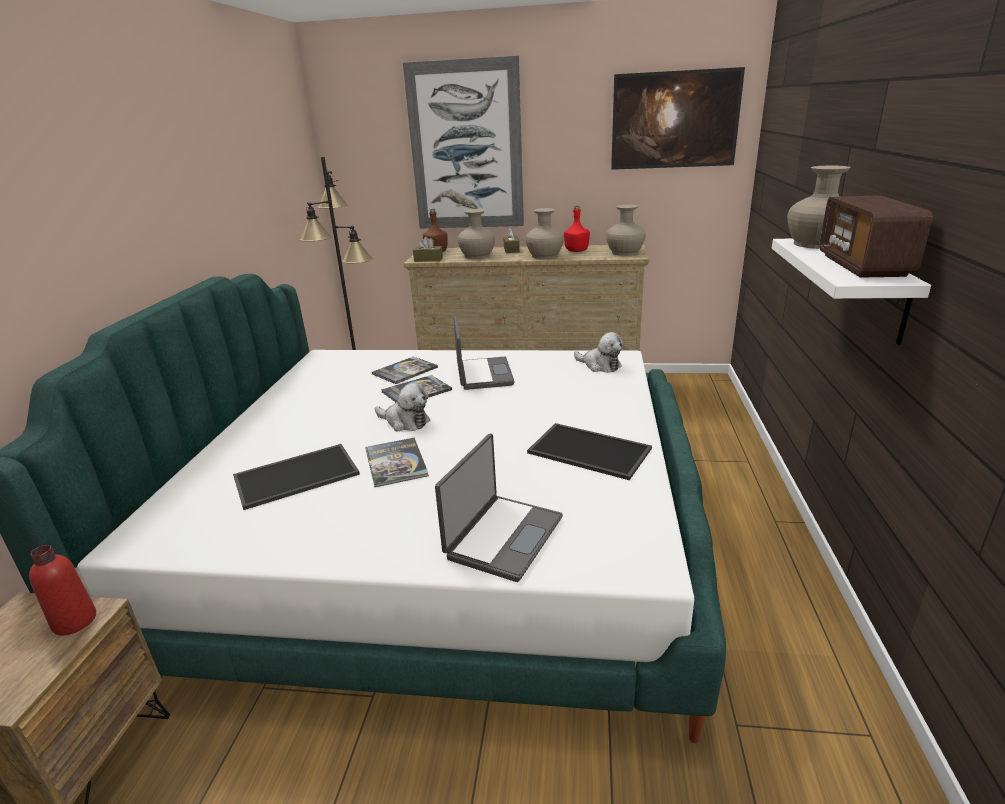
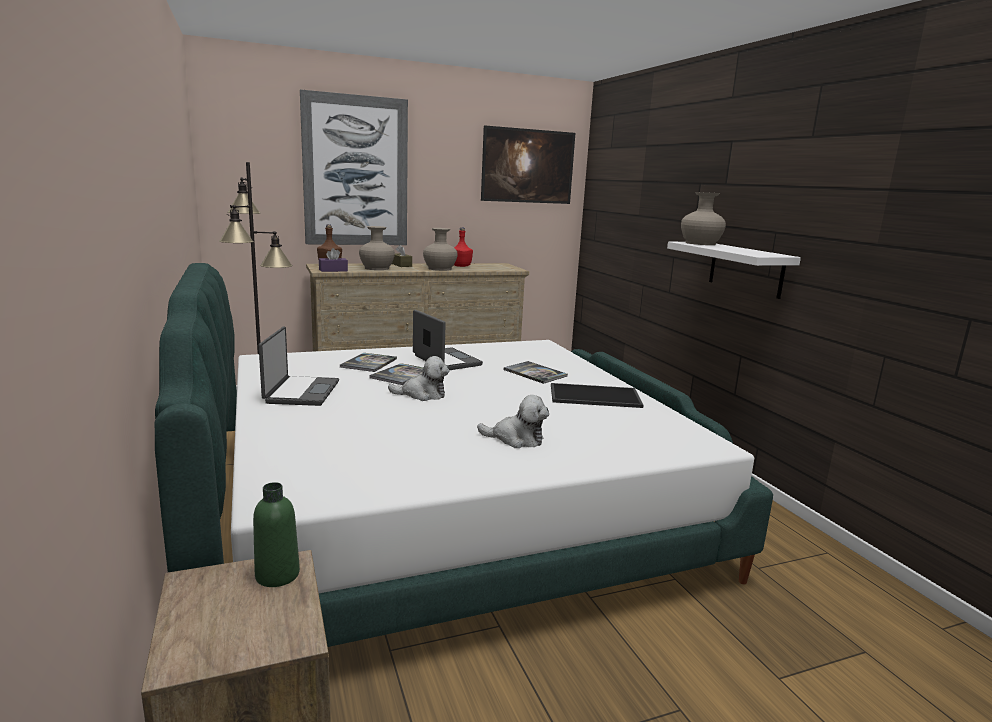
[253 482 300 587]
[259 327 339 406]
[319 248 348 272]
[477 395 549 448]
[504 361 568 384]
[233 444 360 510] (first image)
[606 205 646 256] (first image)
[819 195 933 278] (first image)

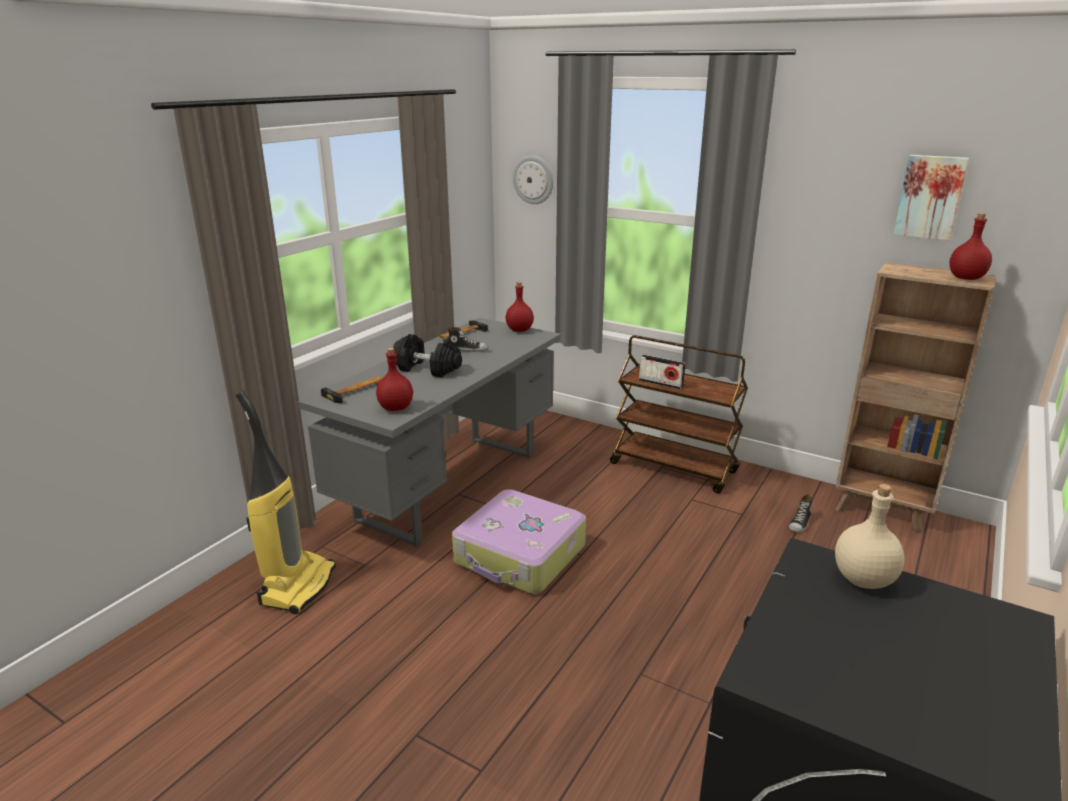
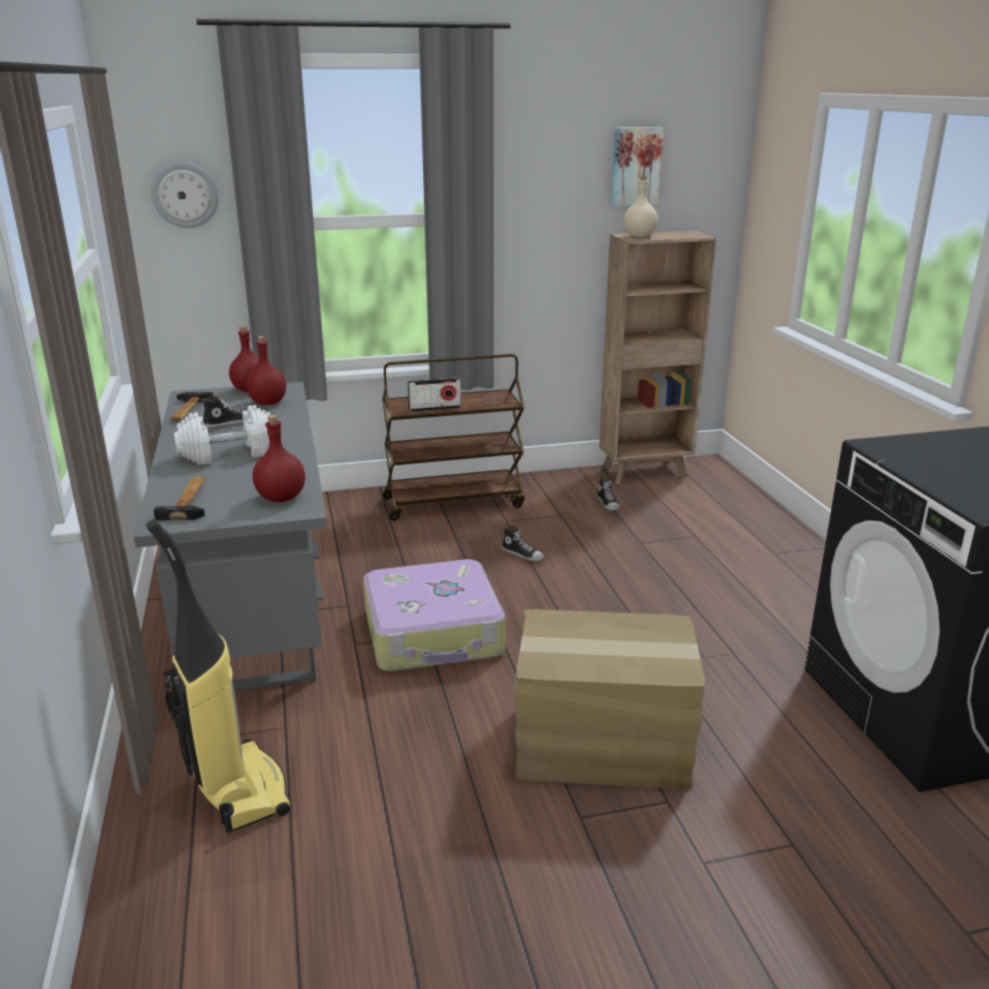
[174 405 270 465]
[247 336 286 405]
[502 525 544 561]
[514 609 705 789]
[624 175 658 237]

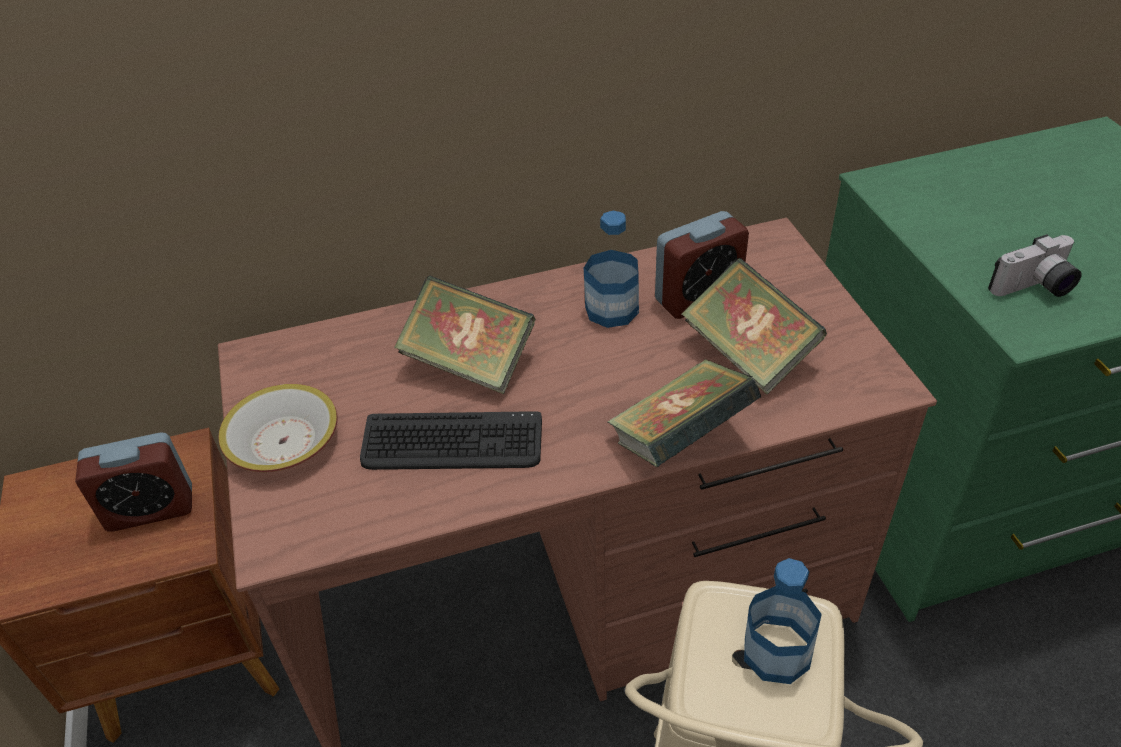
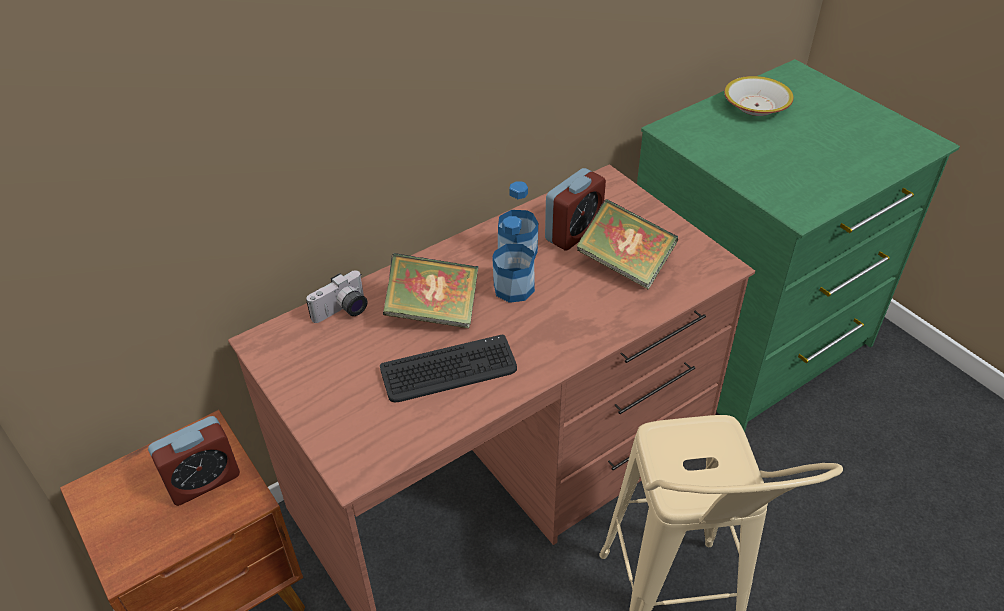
[306 270 368 323]
[492 216 535 303]
[724 76 793 116]
[607 359 762 467] (first image)

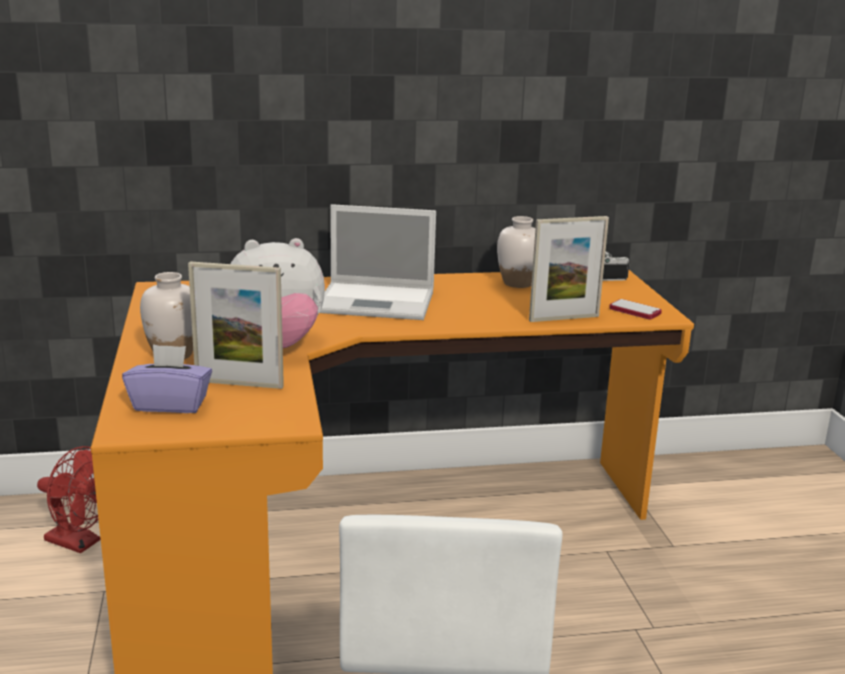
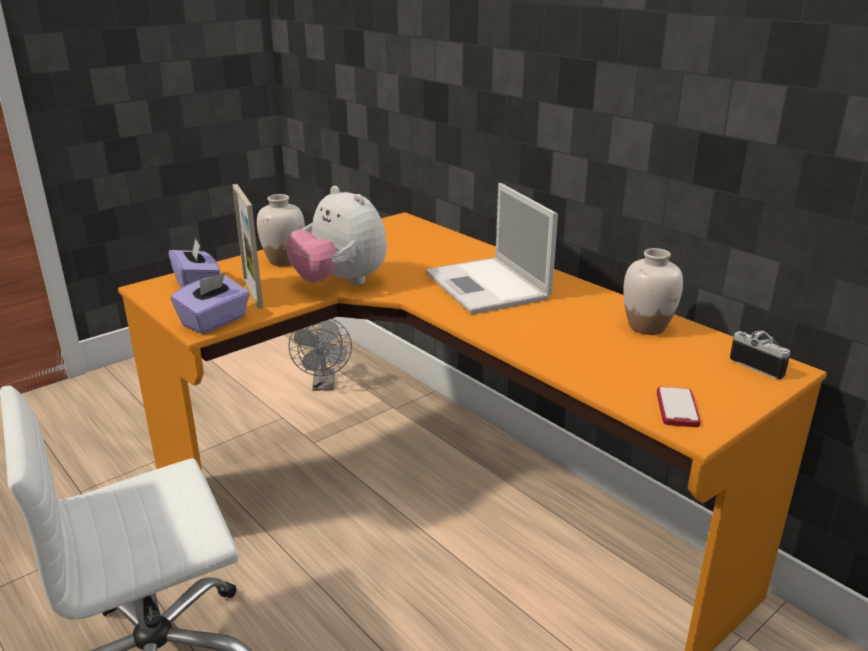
[171 272 250 334]
[288 319 352 391]
[529 216 609 322] (first image)

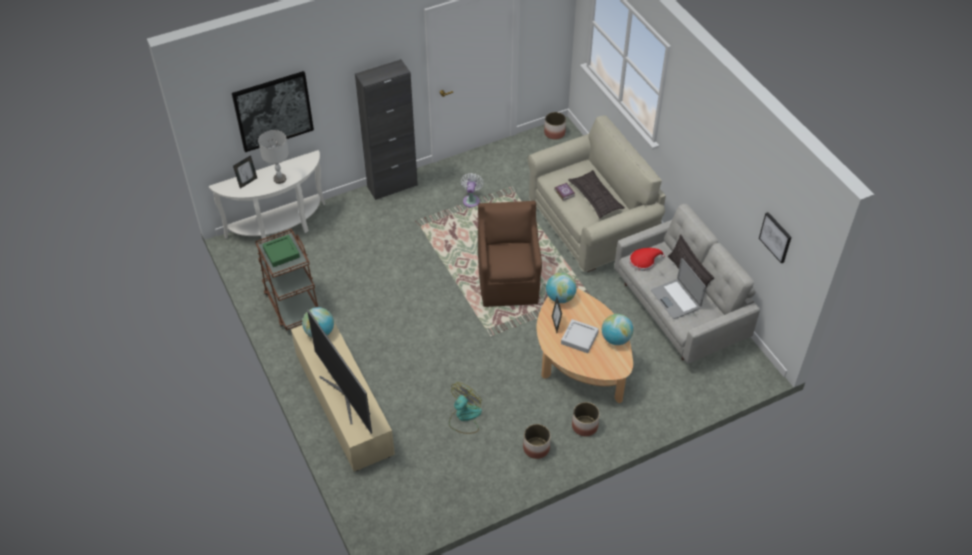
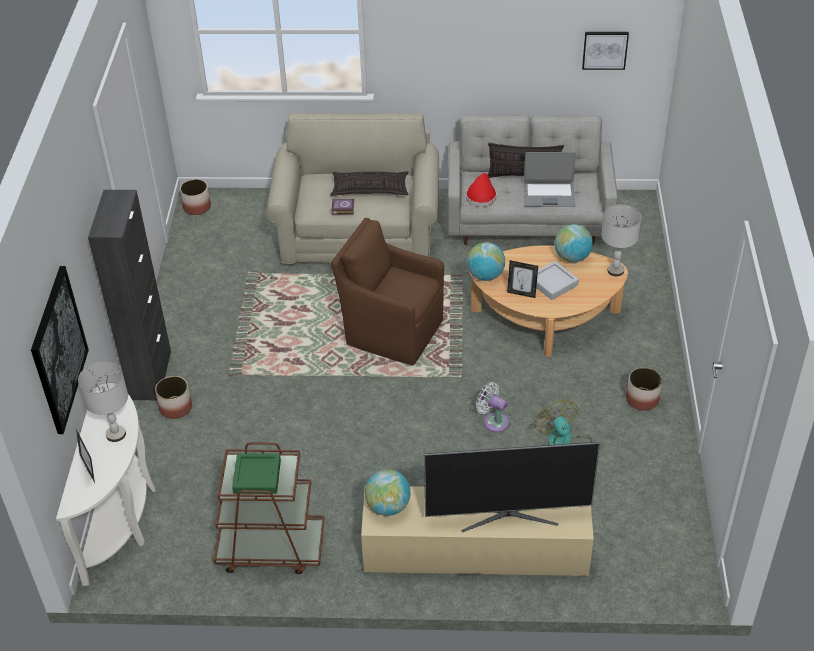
[155 376 192 419]
[476 382 509 432]
[601 204 641 276]

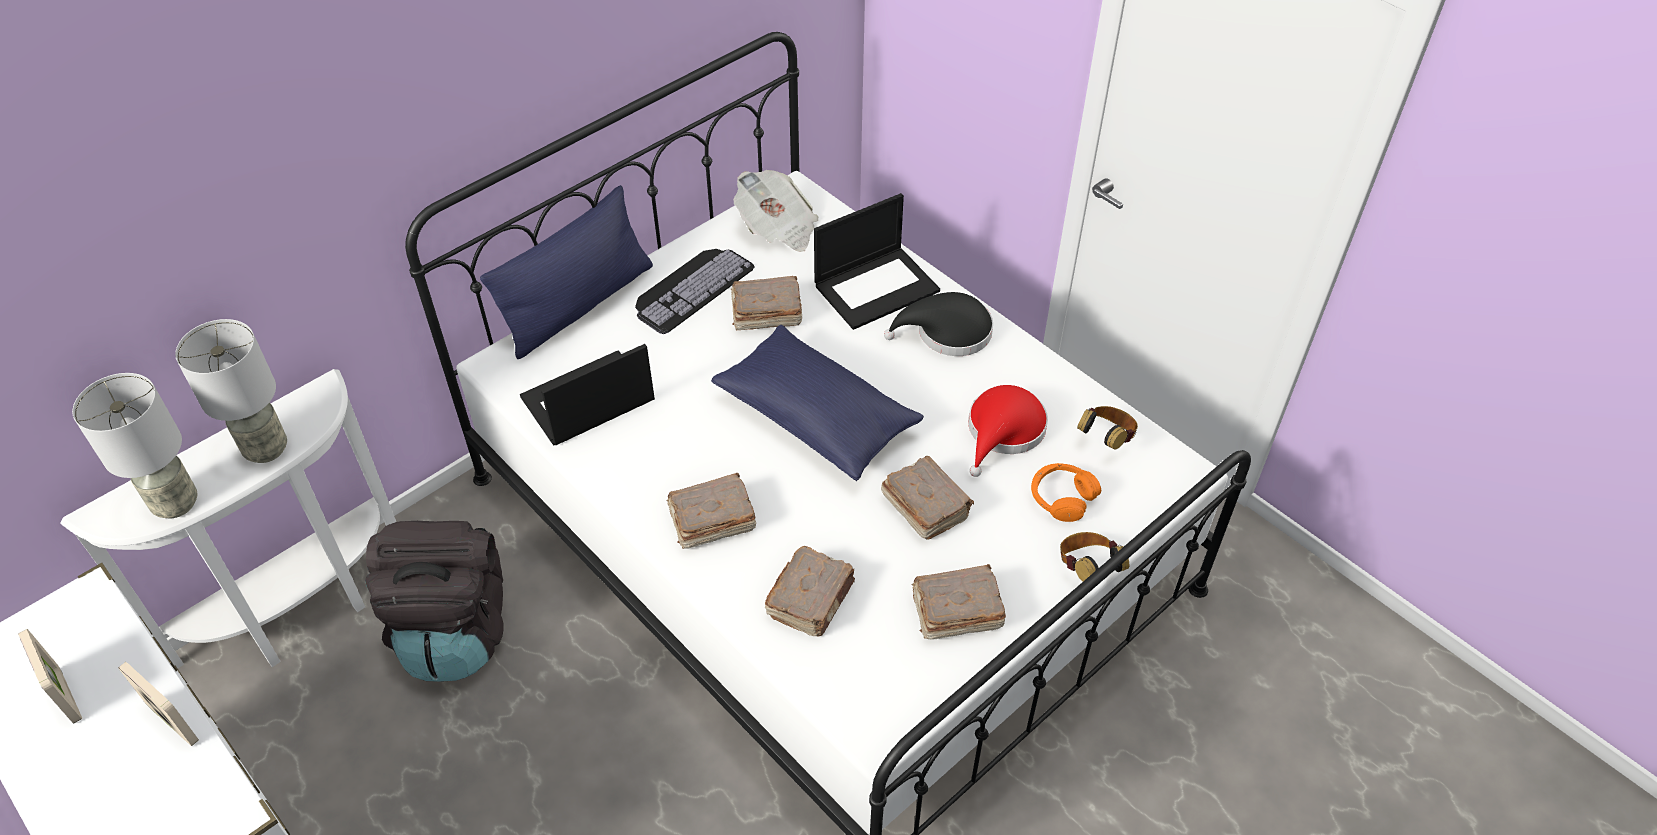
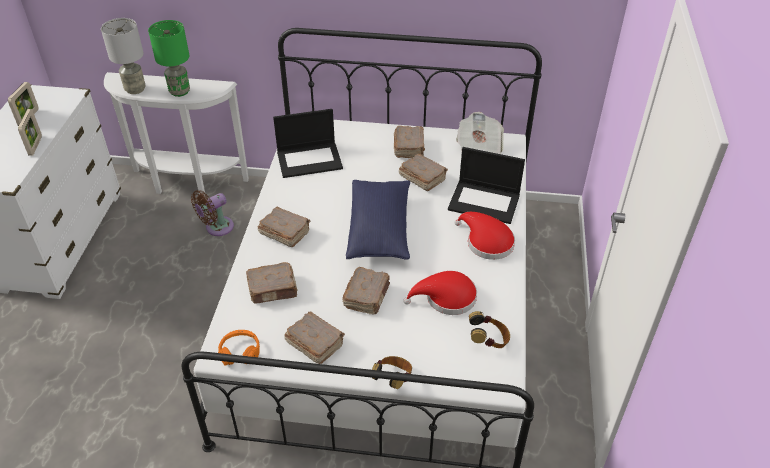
[148 20 190 97]
[191 190 234 236]
[218 330 260 365]
[273 109 343 178]
[394 126 425 158]
[454 212 515 260]
[480 185 653 359] (first image)

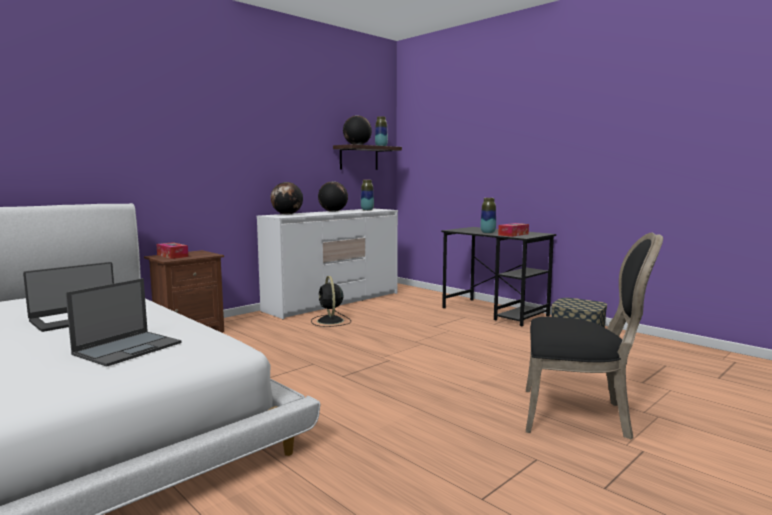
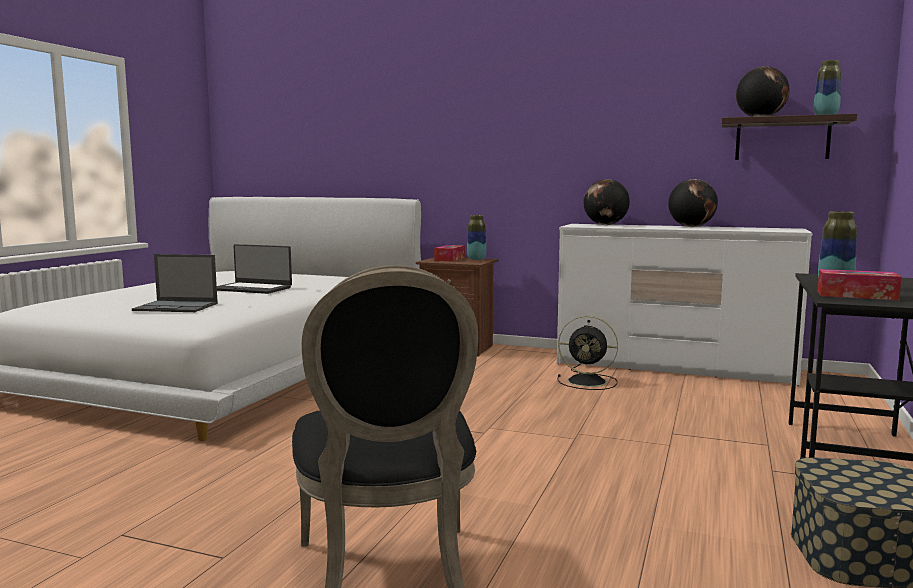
[467 215 486 260]
[558 316 618 390]

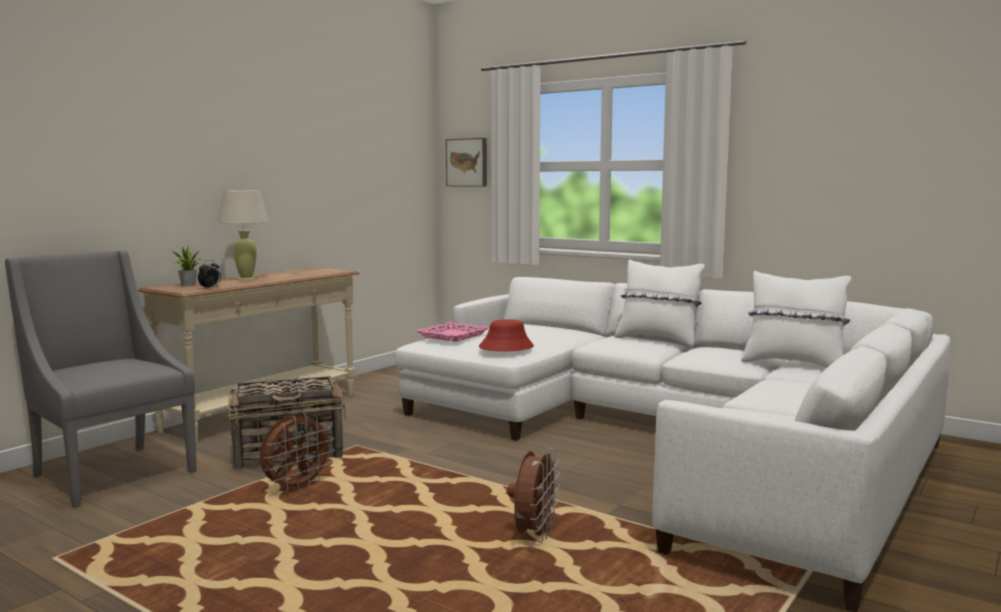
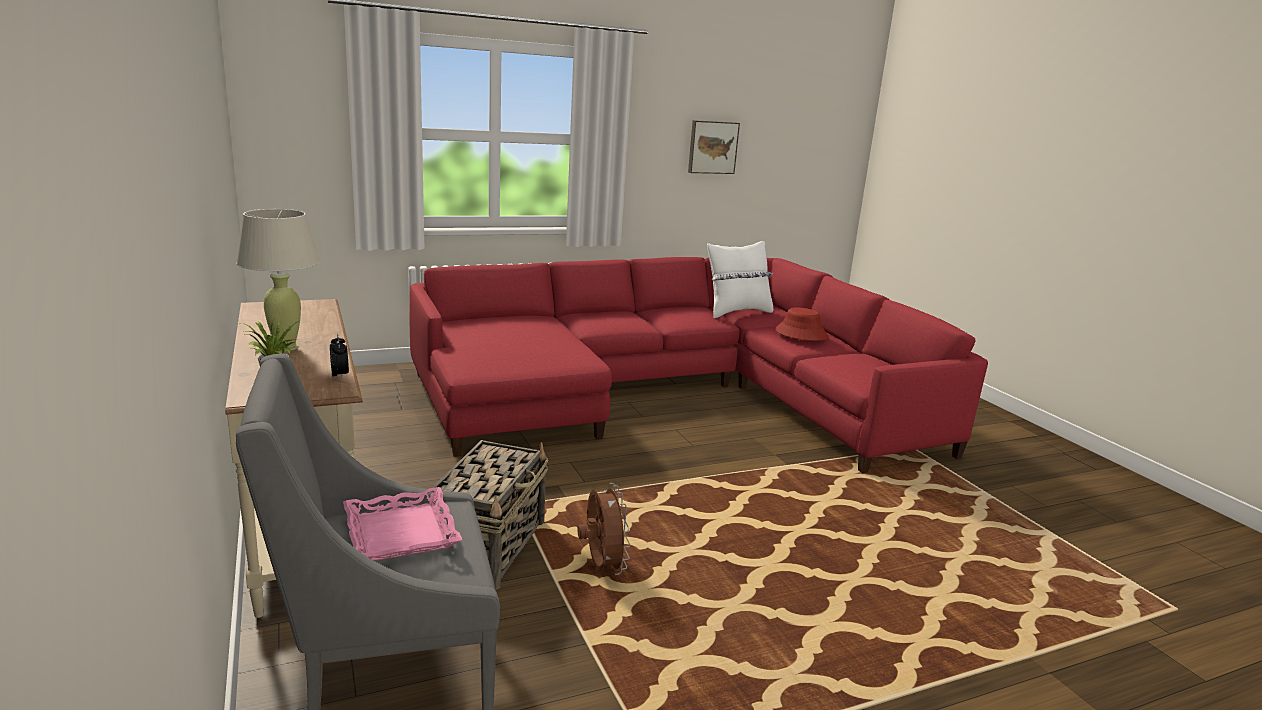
[343 487 462 561]
[409 257 988 473]
[688 120 740 174]
[775 308 829 341]
[508 448 560 542] (first image)
[615 259 705 347] (first image)

